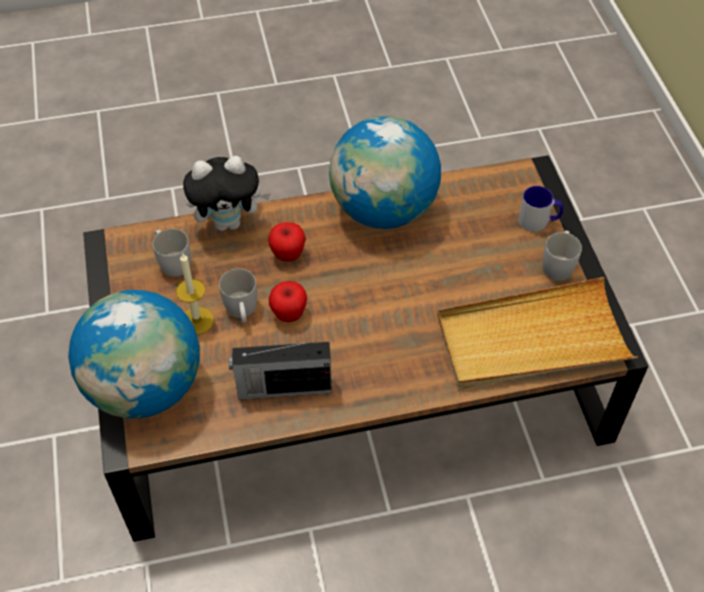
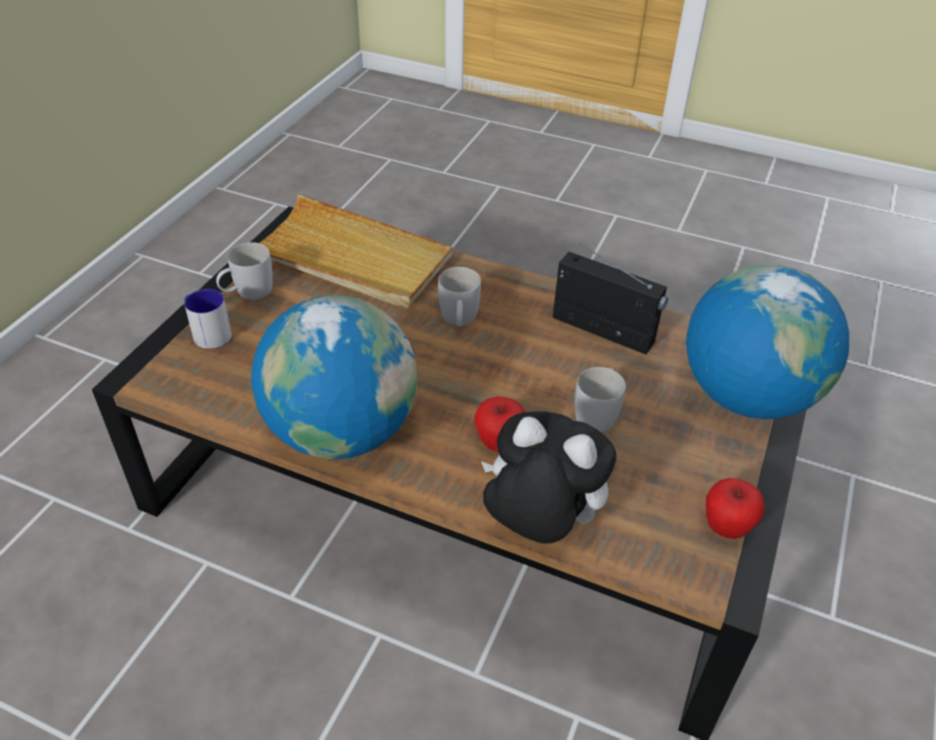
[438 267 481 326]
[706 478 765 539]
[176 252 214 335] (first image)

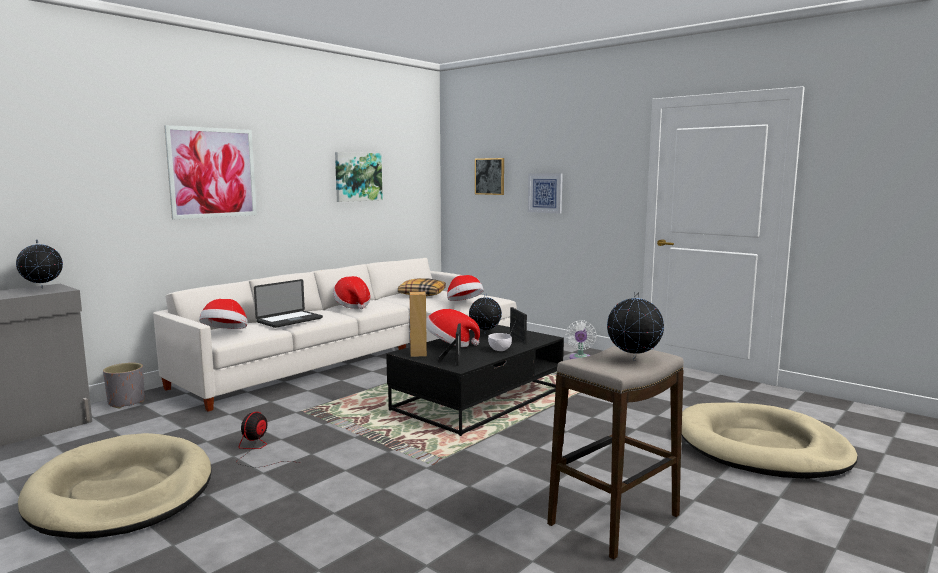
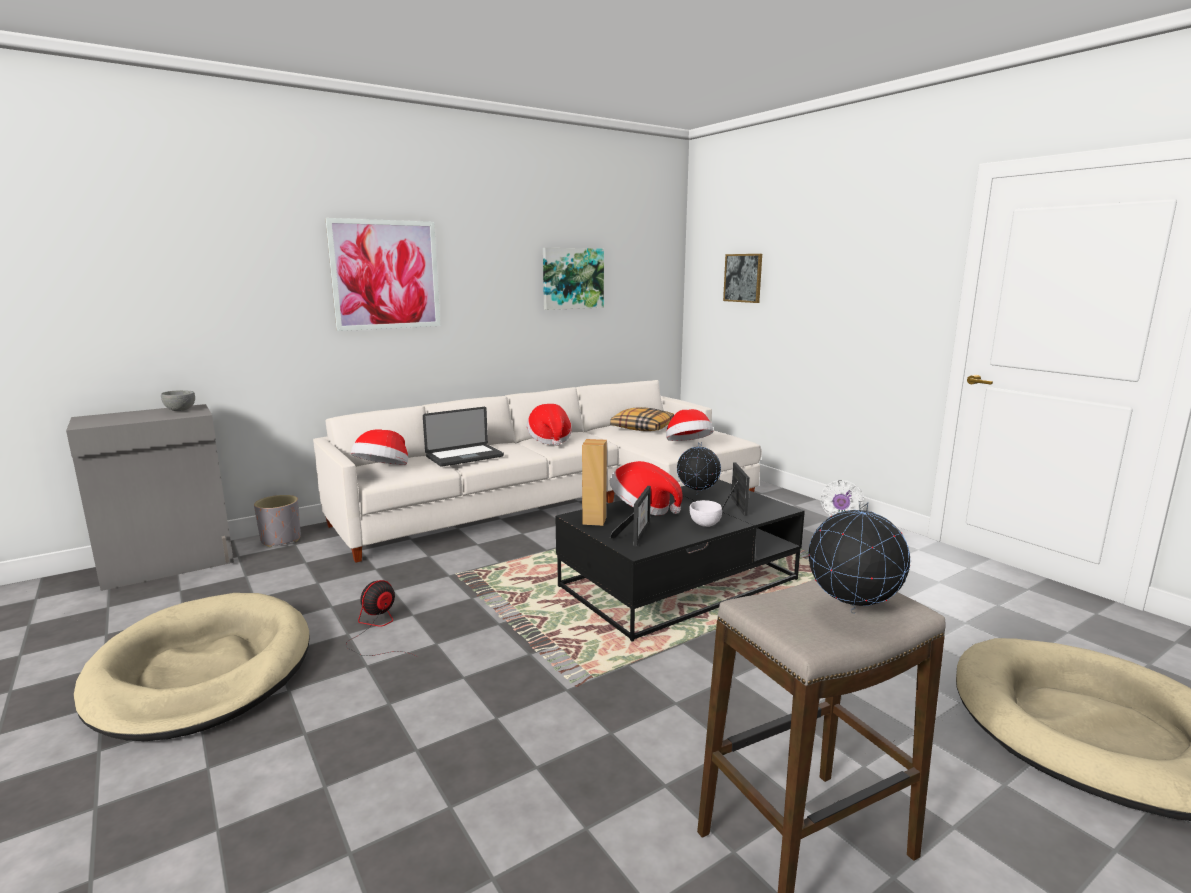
[161 390 195 411]
[528 173 563 214] (first image)

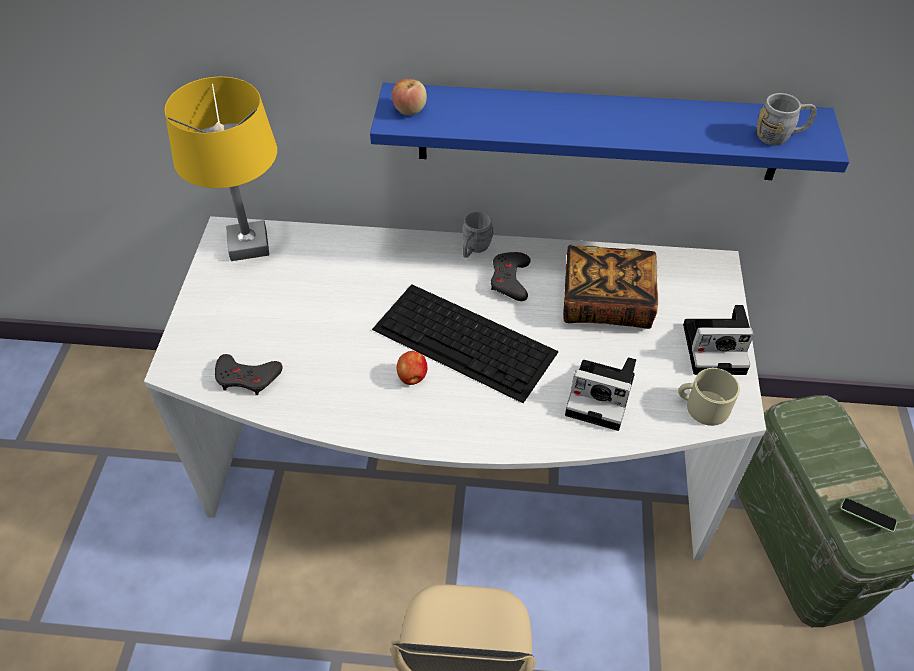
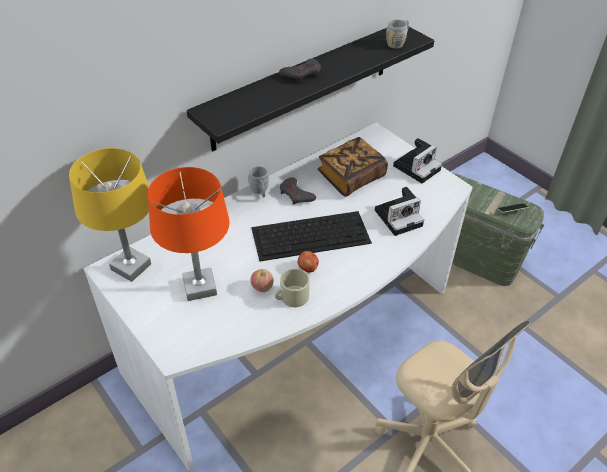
[148 167 230 301]
[187 27 434 152]
[250 269 274 292]
[275 269 310 307]
[279 58 321 82]

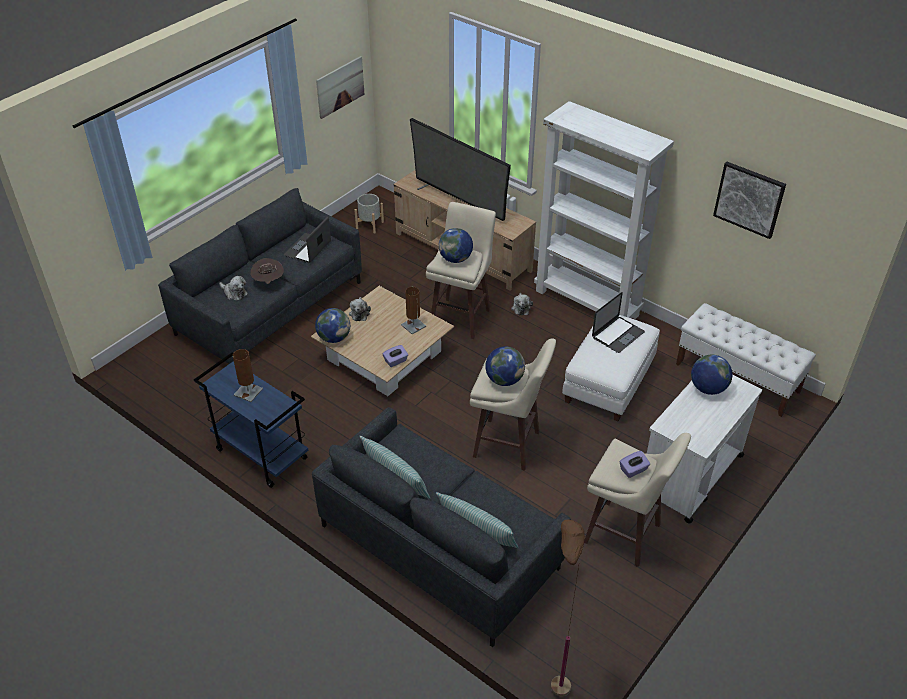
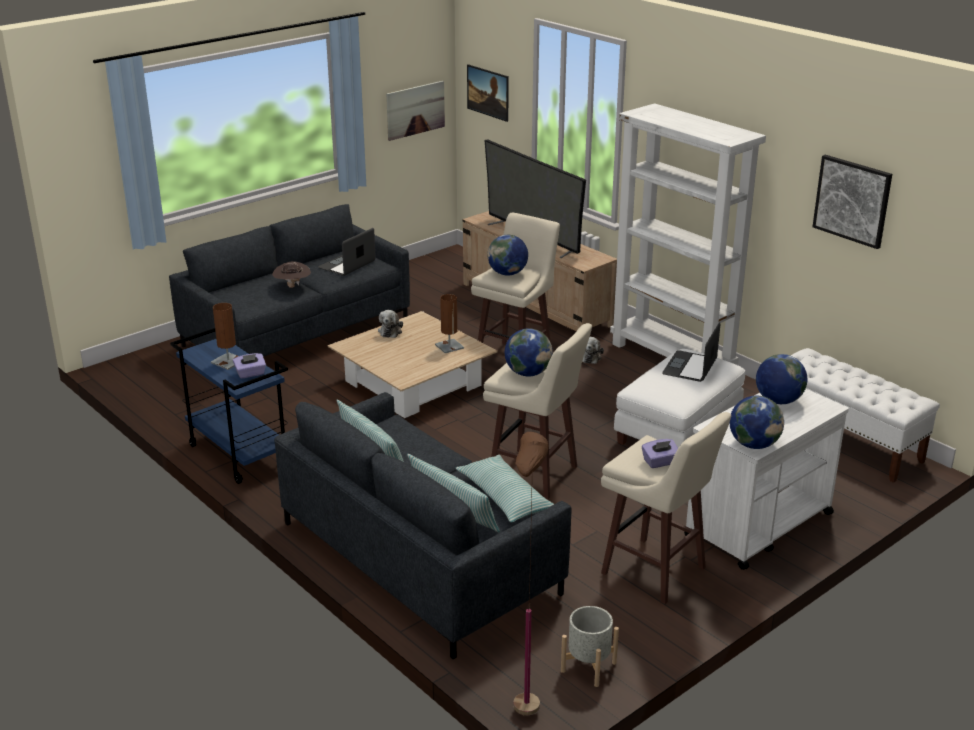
[233 353 266 378]
[456 455 554 522]
[467 64 509 122]
[561 606 619 687]
[662 322 720 382]
[730 396 784 449]
[219 276 248 300] (first image)

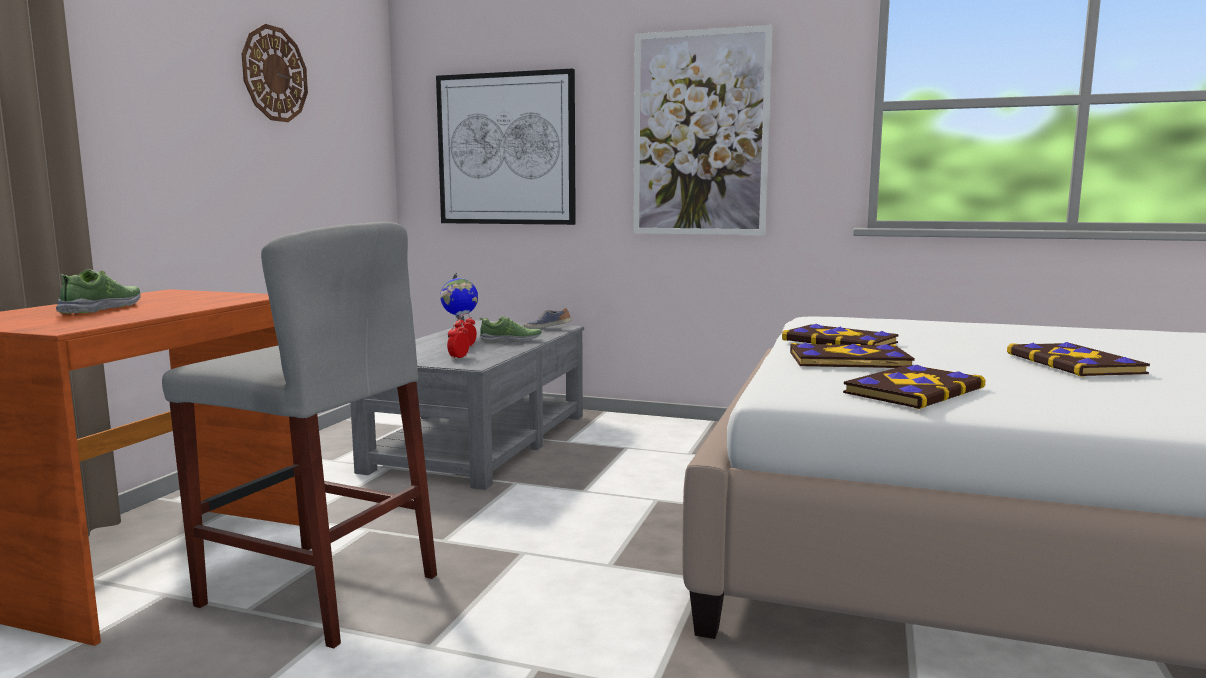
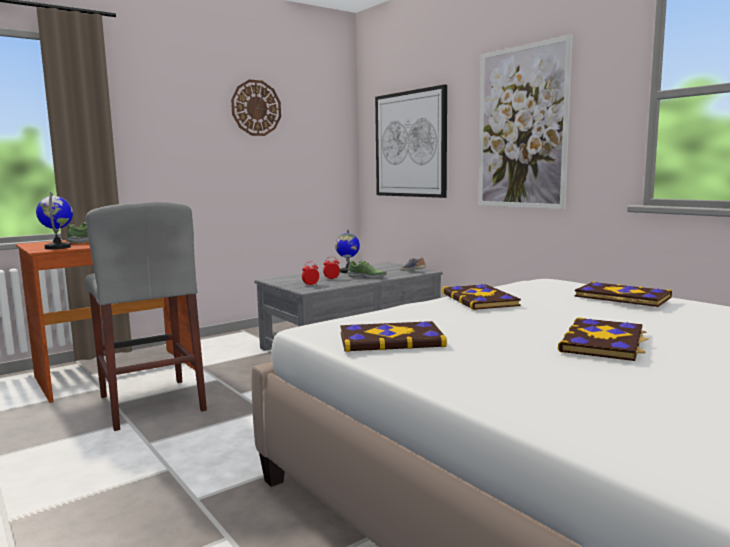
[36 192 73 249]
[574 282 672 307]

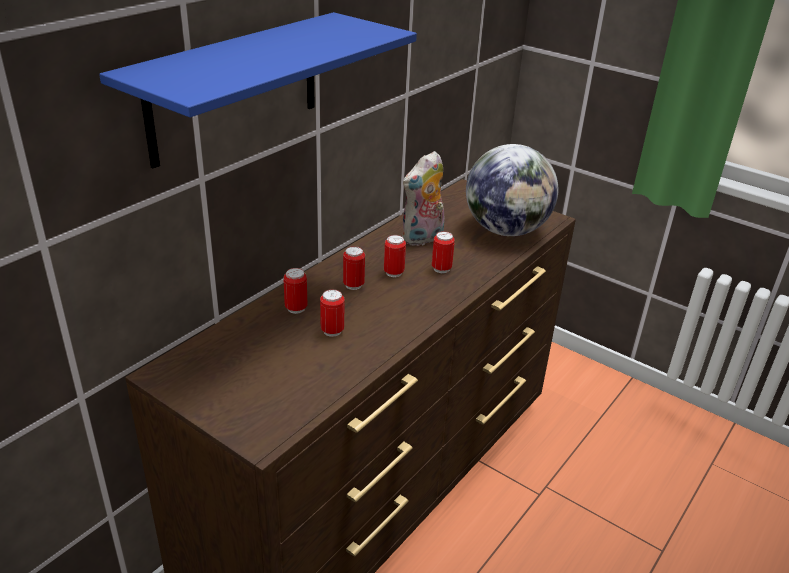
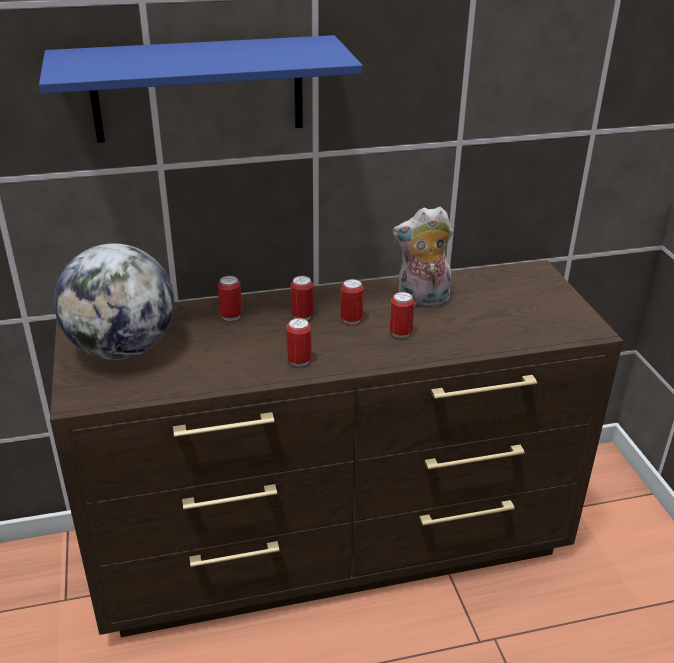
[54 243 174 360]
[286 318 311 367]

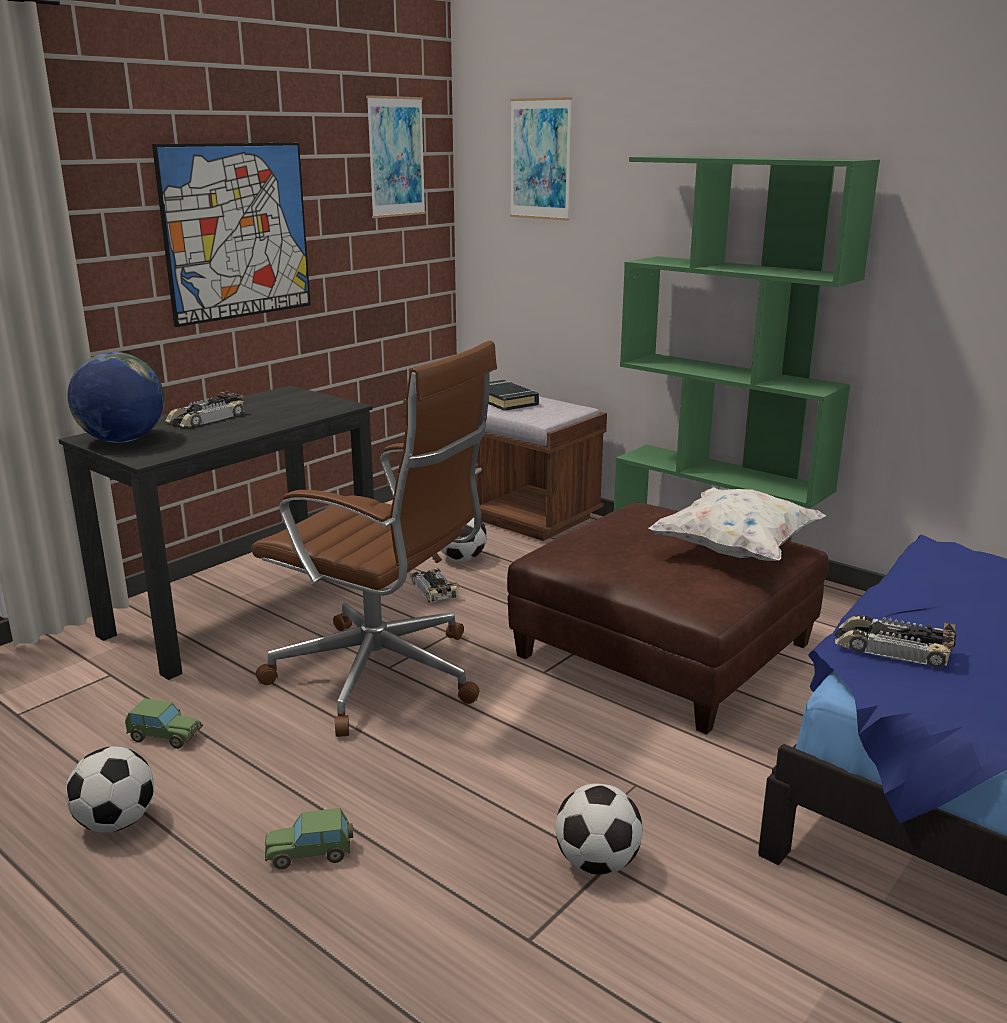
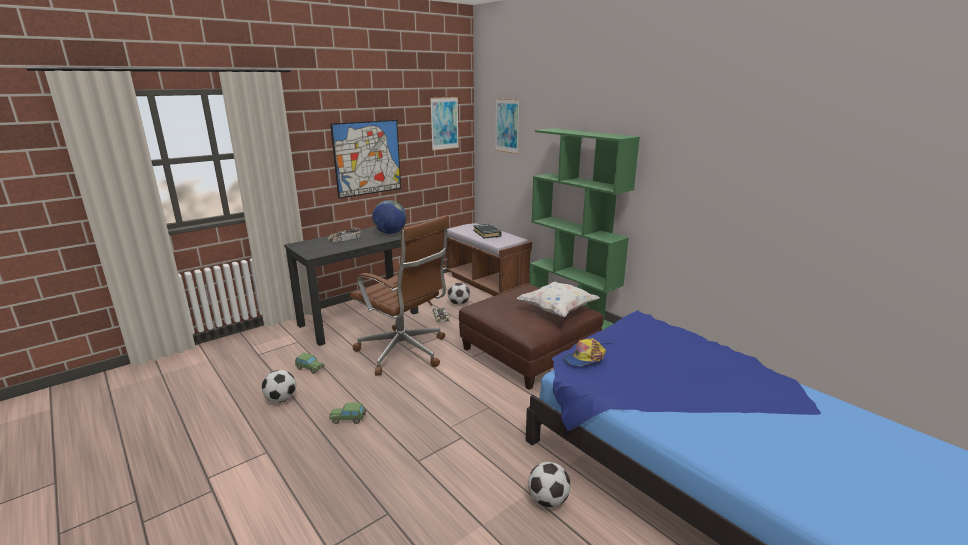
[372 200 406 234]
[528 462 571 507]
[563 338 606 366]

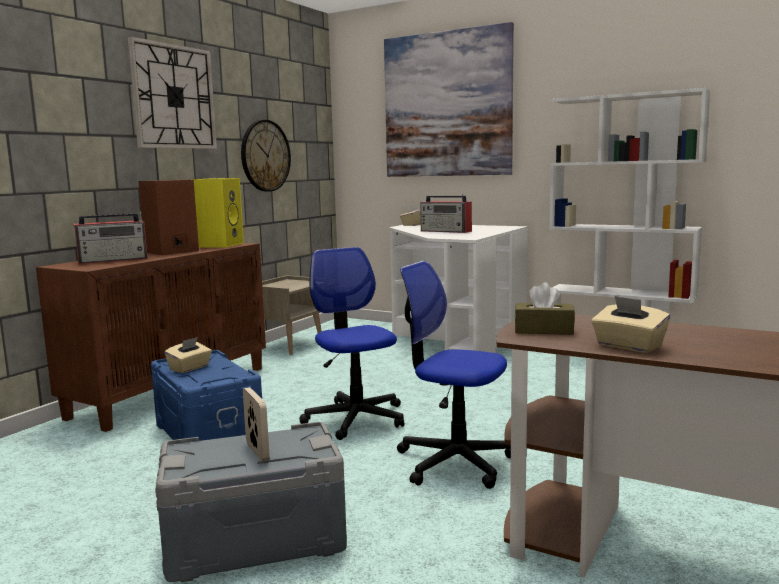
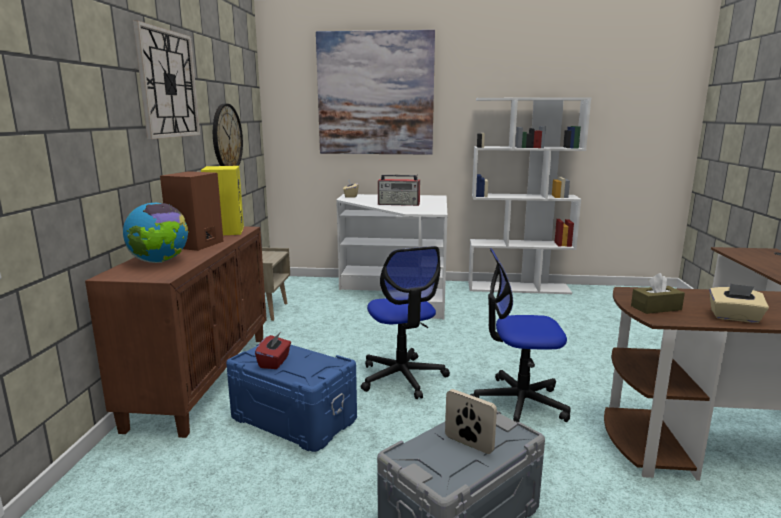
[123 203 189 263]
[255 333 291 369]
[361 246 450 399]

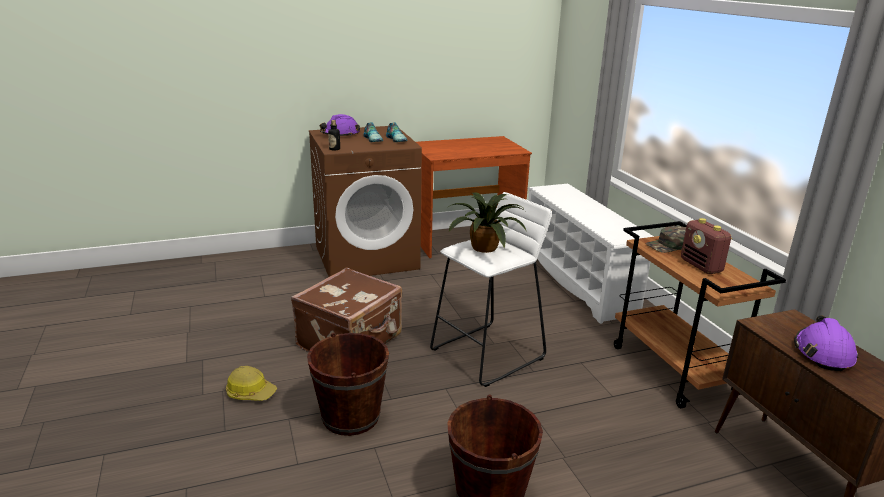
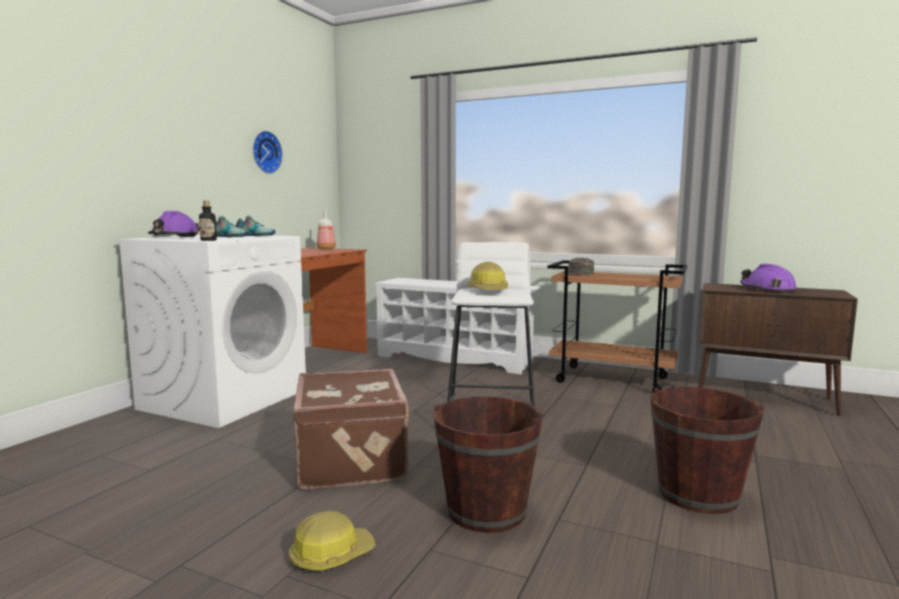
[116 235 306 428]
[253 131 283 174]
[317 210 336 250]
[467 262 508 290]
[681 218 732 274] (first image)

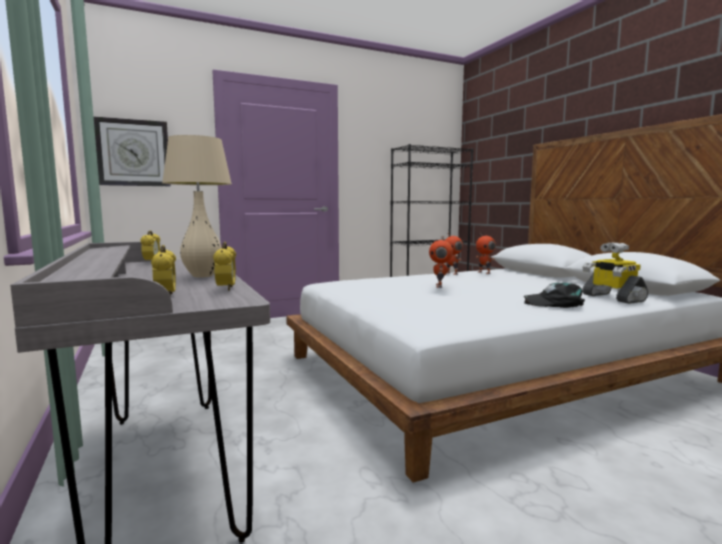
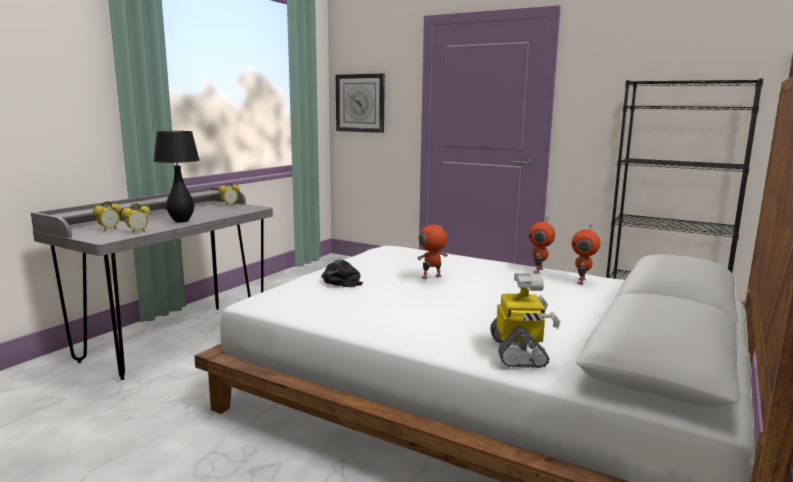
[154 131 200 222]
[321 260 363 287]
[490 273 561 368]

